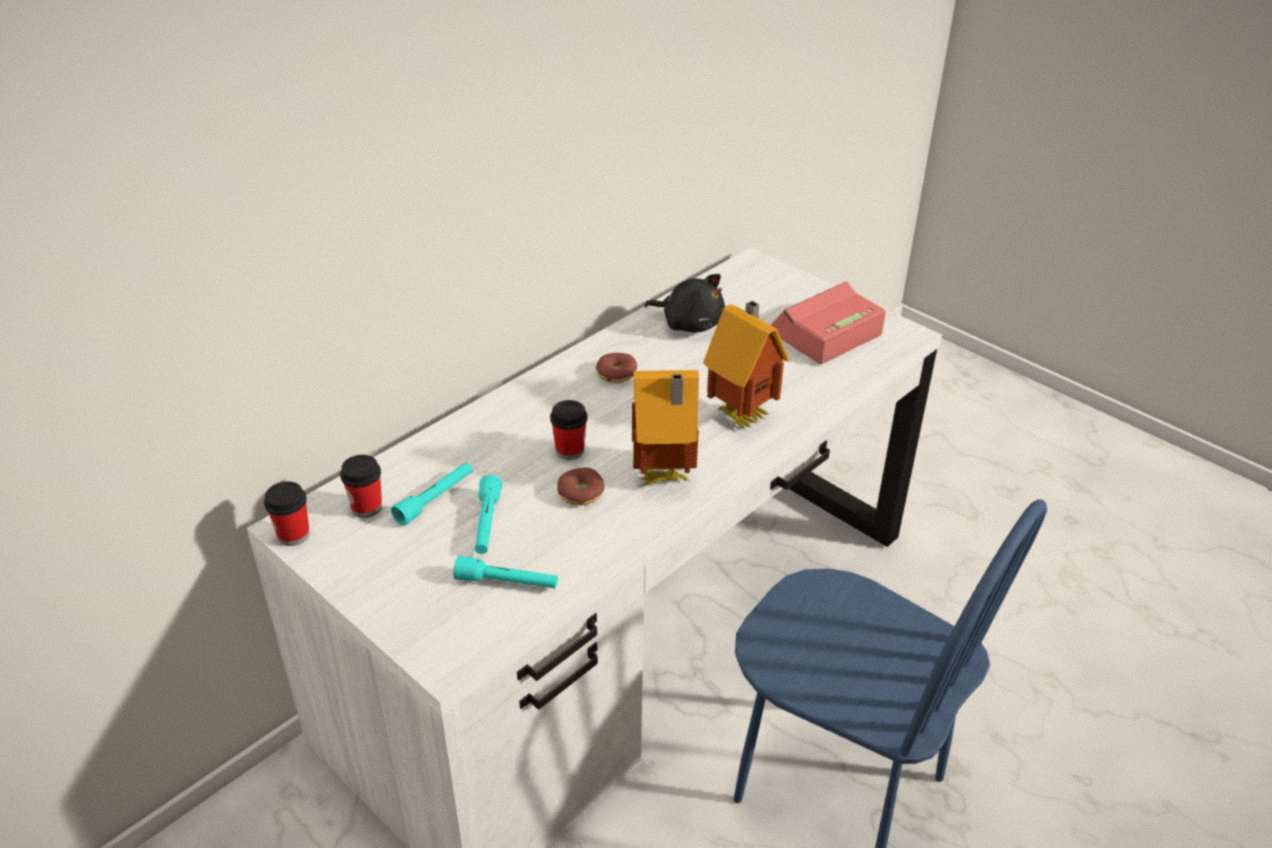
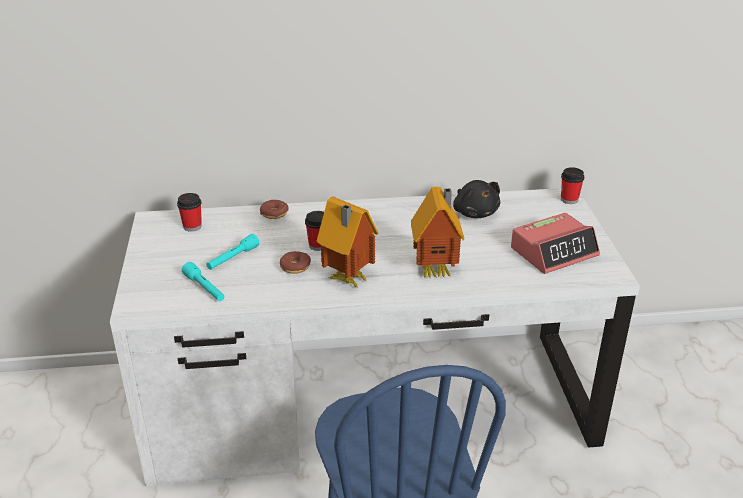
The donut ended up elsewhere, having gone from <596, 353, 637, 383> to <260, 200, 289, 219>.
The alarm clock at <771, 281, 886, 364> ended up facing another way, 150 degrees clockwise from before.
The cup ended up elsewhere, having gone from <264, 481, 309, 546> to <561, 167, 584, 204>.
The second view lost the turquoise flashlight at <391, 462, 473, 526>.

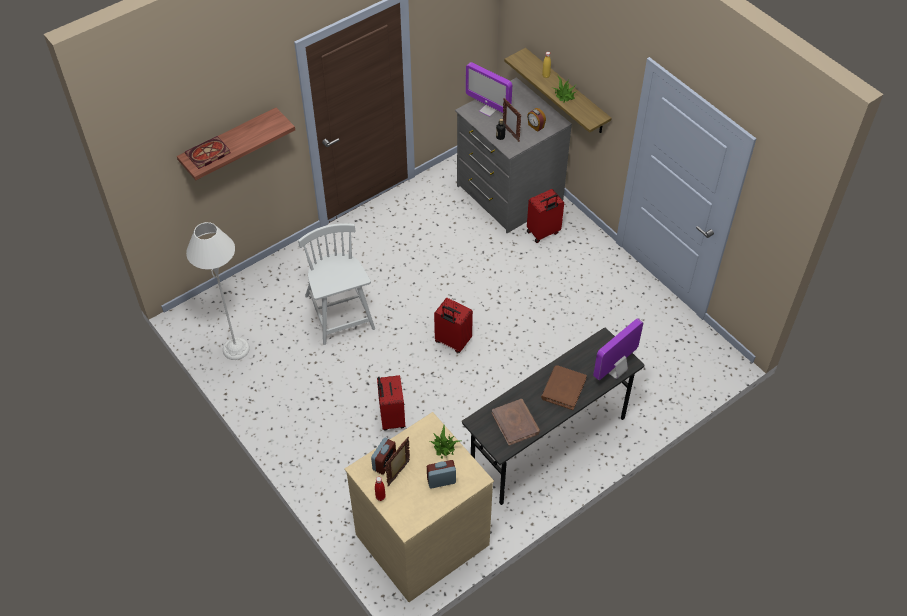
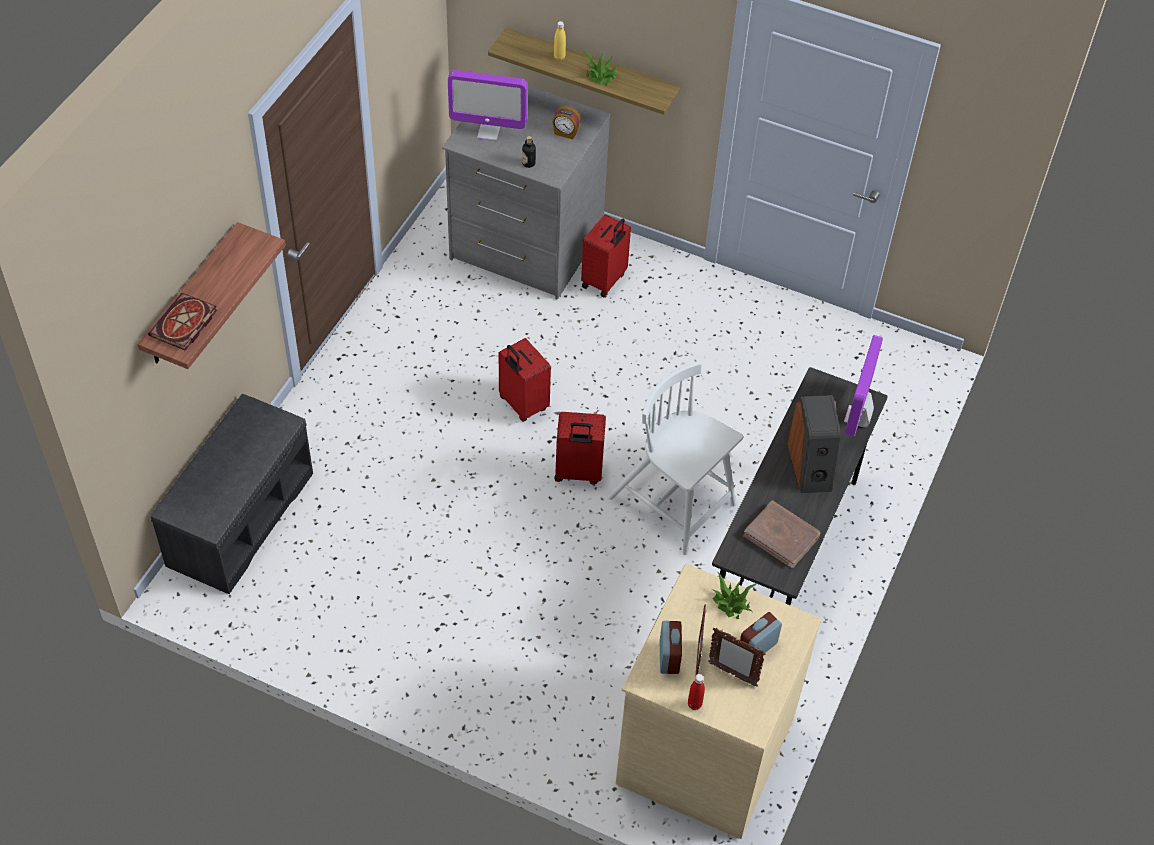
The second view gained the grey bench at <150, 394, 313, 594>.
The red suitcase ended up elsewhere, having gone from <377, 375, 405, 430> to <499, 338, 551, 422>.
The white chair ended up elsewhere, having gone from <298, 223, 375, 345> to <608, 362, 743, 555>.
The picture frame ended up elsewhere, having gone from <503, 98, 521, 142> to <708, 628, 766, 687>.
Where the brown book stood at <541, 365, 587, 410>, the speaker came to stand at <787, 395, 841, 493>.
The second view lost the white floor lamp at <186, 222, 250, 360>.

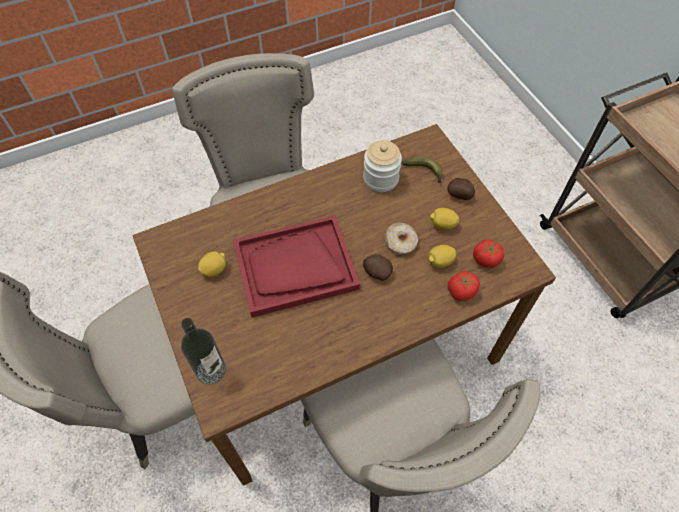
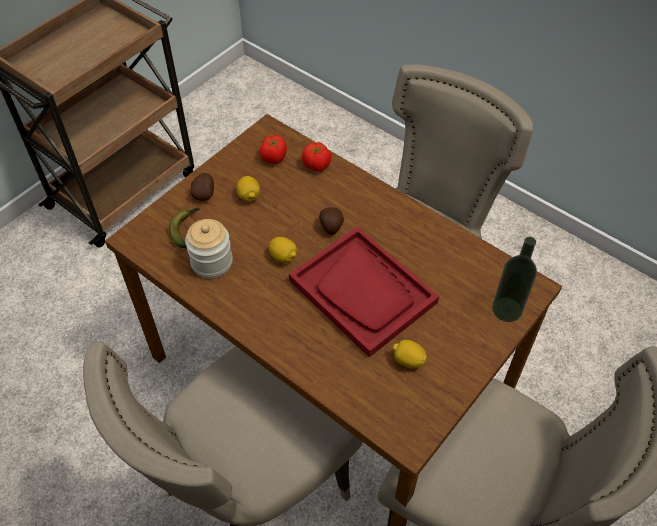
The lemon ended up elsewhere, having gone from <428, 245, 456, 268> to <269, 237, 297, 263>.
The second view lost the donut at <385, 222, 418, 255>.

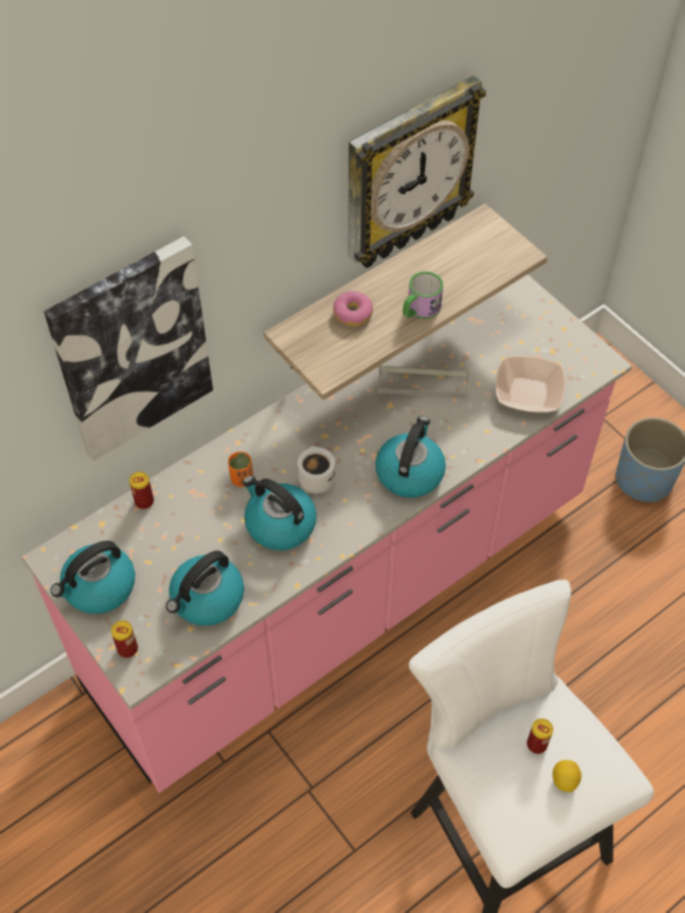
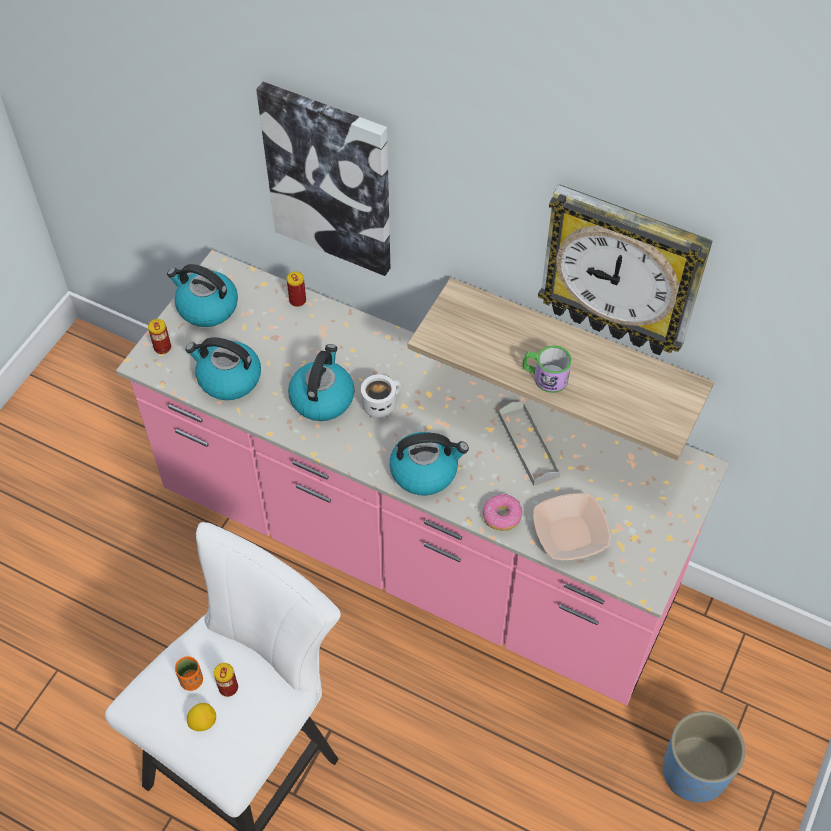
The orange cup ended up elsewhere, having gone from <228, 451, 253, 487> to <175, 656, 203, 691>.
The donut ended up elsewhere, having gone from <333, 291, 373, 327> to <482, 494, 522, 531>.

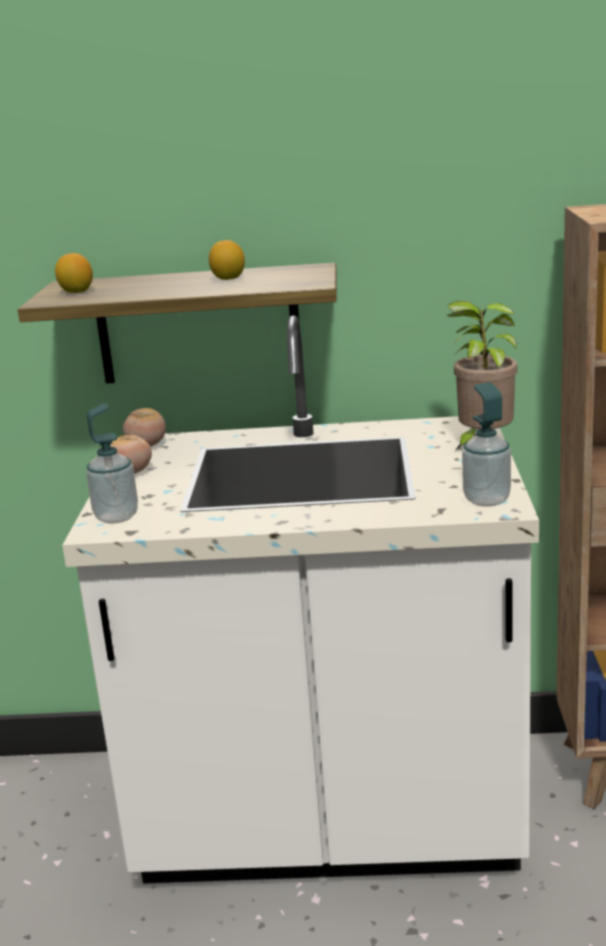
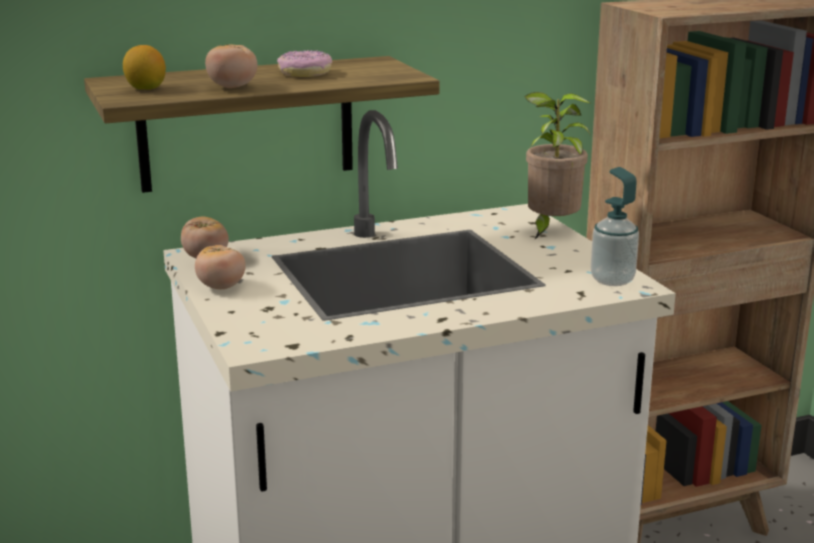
The second view gained the tomato at <205, 44, 258, 88>.
Where the lemon stood at <209, 240, 245, 280>, the donut came to stand at <277, 50, 332, 77>.
The second view lost the soap dispenser at <86, 403, 138, 524>.

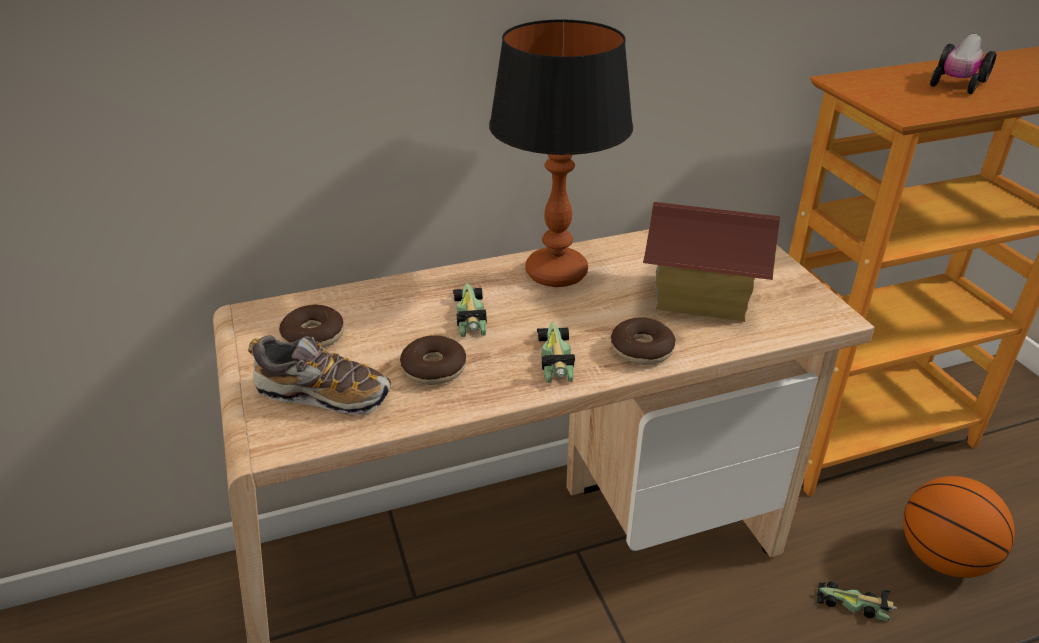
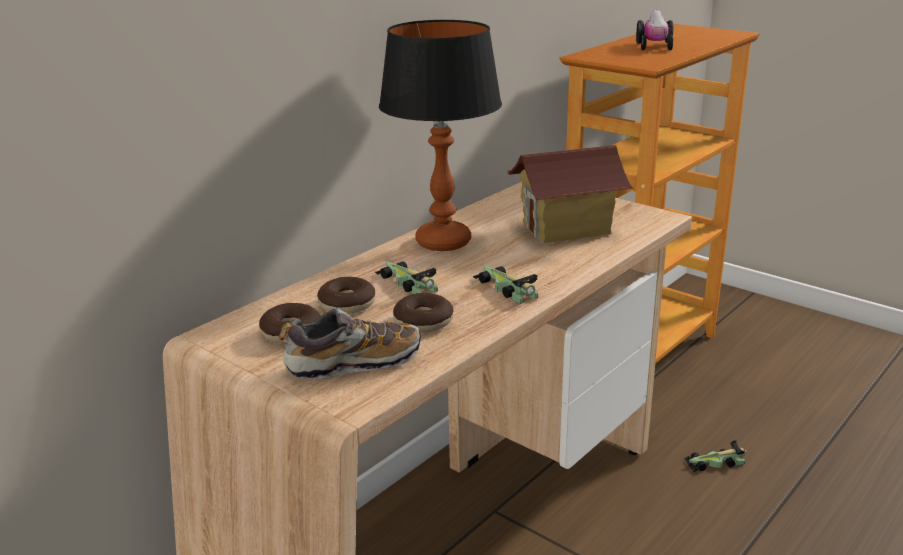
The donut ended up elsewhere, having gone from <611, 318, 676, 365> to <317, 277, 375, 314>.
The second view lost the basketball at <903, 476, 1015, 578>.

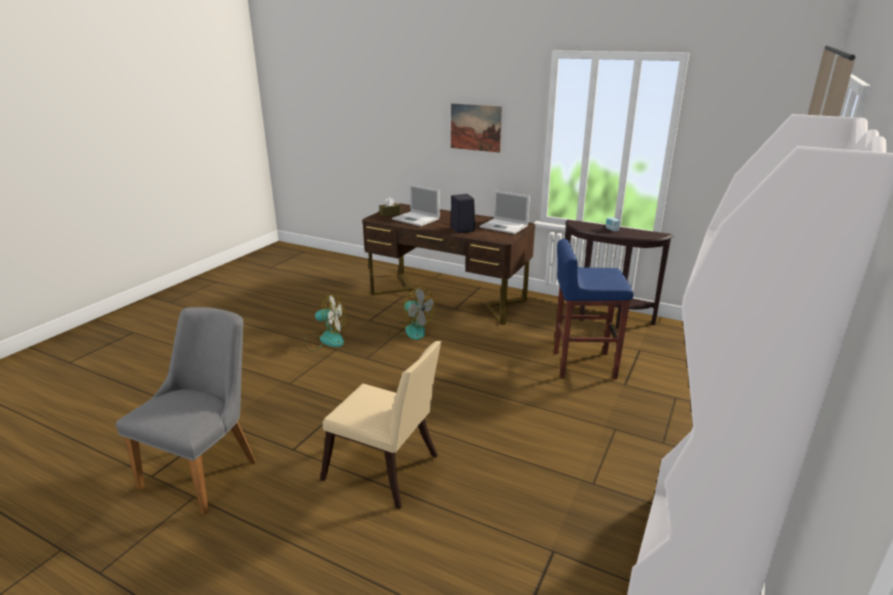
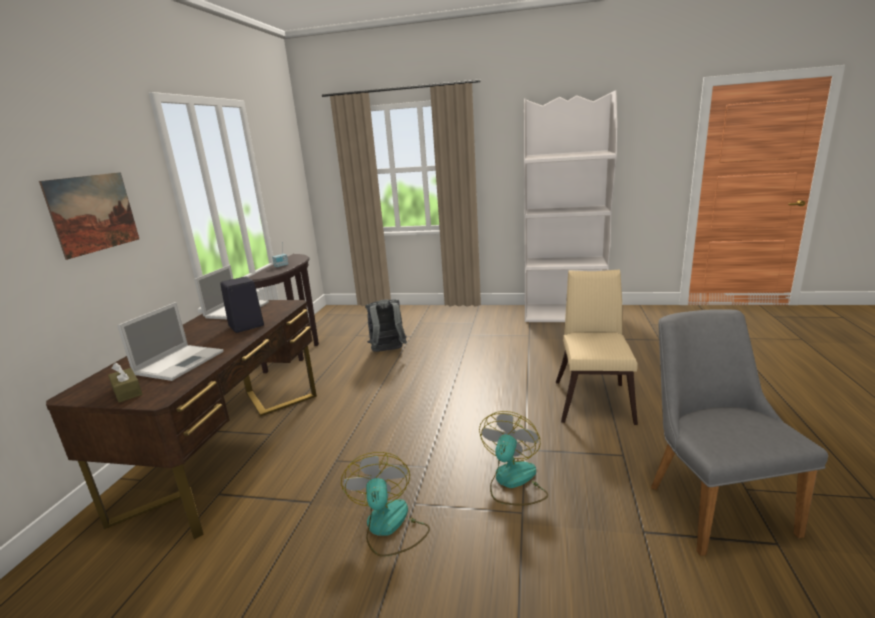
Where the blue stool stood at <554, 239, 634, 379>, the grey backpack came to stand at <365, 299, 407, 352>.
The fan ended up elsewhere, having gone from <388, 287, 435, 340> to <479, 411, 548, 506>.
The grey chair at <116, 307, 256, 515> ended up facing another way, 75 degrees clockwise from before.

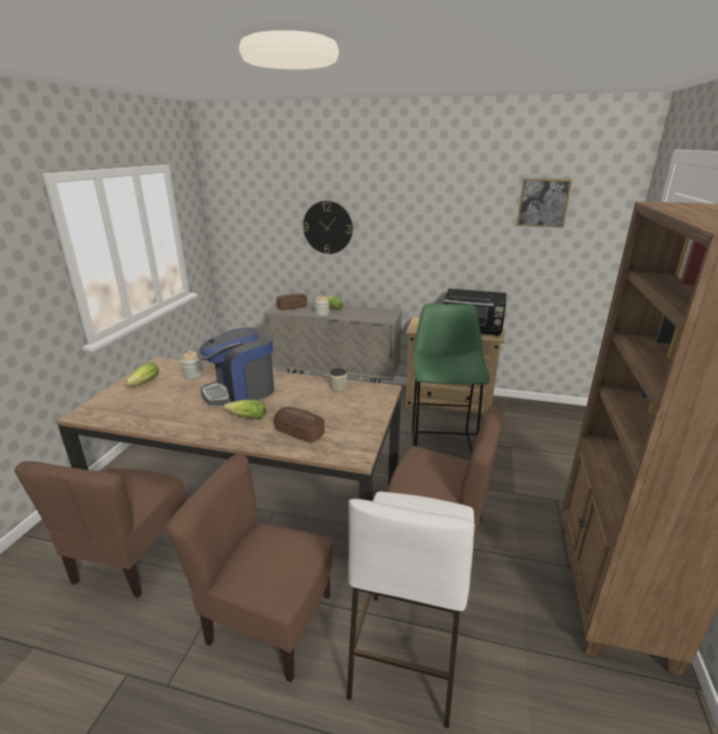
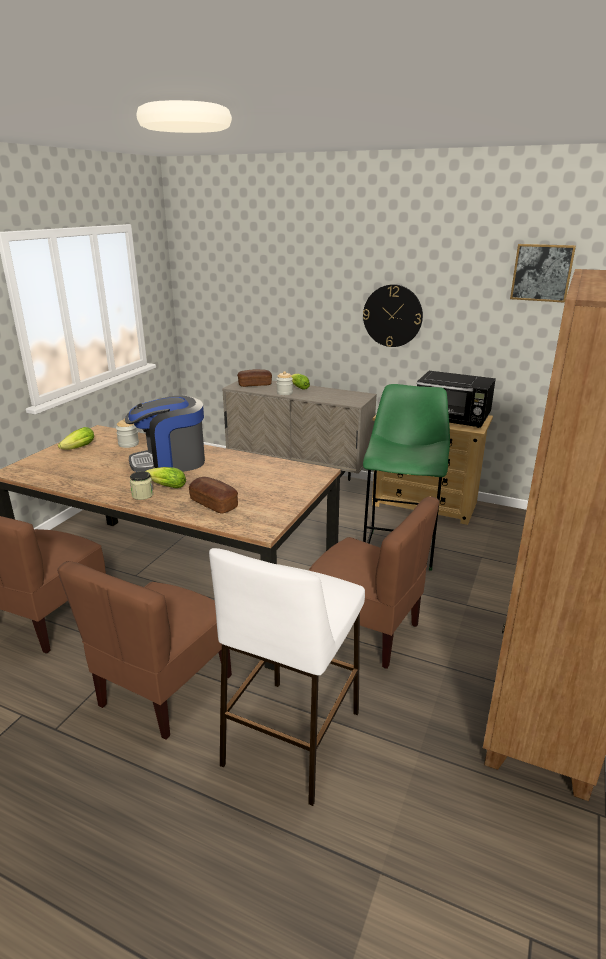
The brown chair at <166, 454, 332, 682> ended up facing another way, 90 degrees counterclockwise from before.
The jar ended up elsewhere, having gone from <329, 367, 347, 392> to <130, 471, 153, 500>.
The wall clock ended up elsewhere, having gone from <303, 201, 353, 254> to <363, 284, 423, 347>.

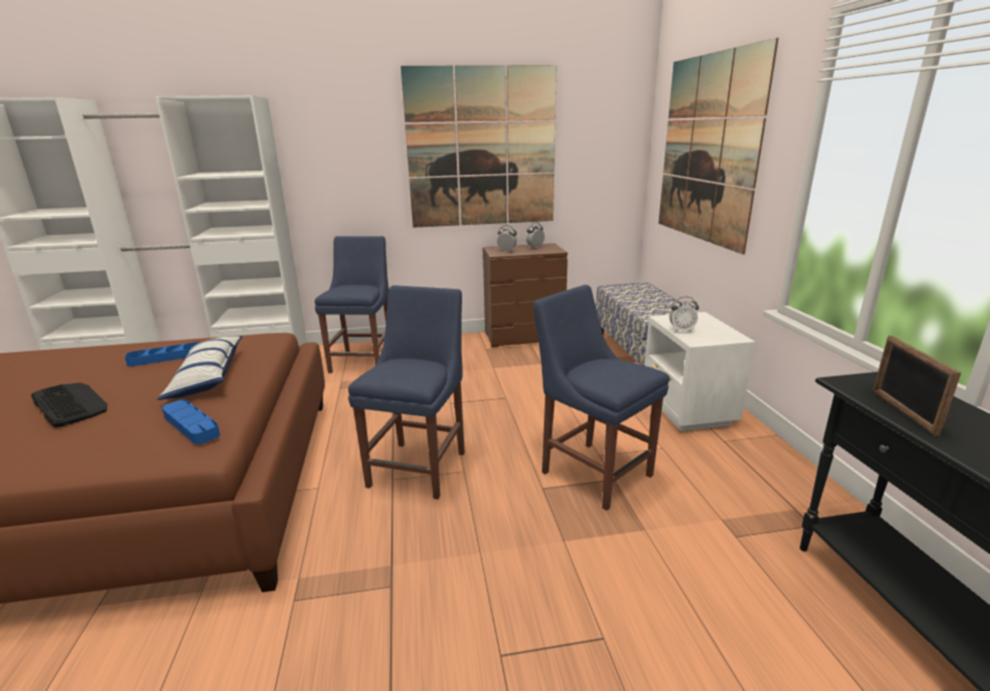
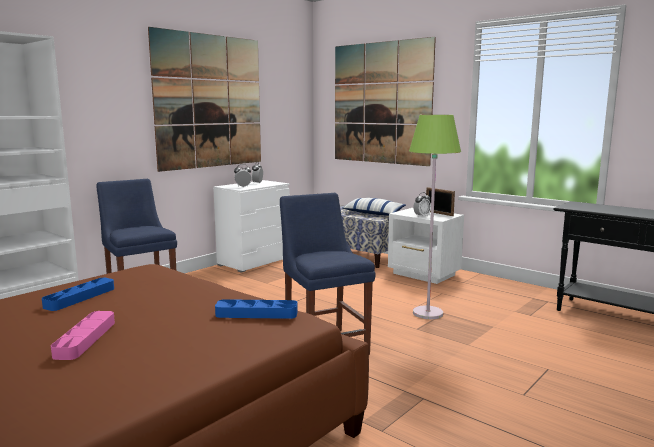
Where the keyboard stood at <31, 383, 107, 428>, the pink tray came to stand at <51, 311, 115, 360>.
What was the brown dresser at <483, 243, 568, 348> turned into the white dresser at <213, 180, 290, 273>.
The pillow ended up elsewhere, having gone from <157, 336, 242, 400> to <342, 198, 406, 216>.
Where the blue chair stood at <533, 285, 669, 511>, the green floor lamp came to stand at <409, 115, 461, 319>.
The picture frame ended up elsewhere, having gone from <873, 336, 961, 436> to <426, 187, 455, 216>.

